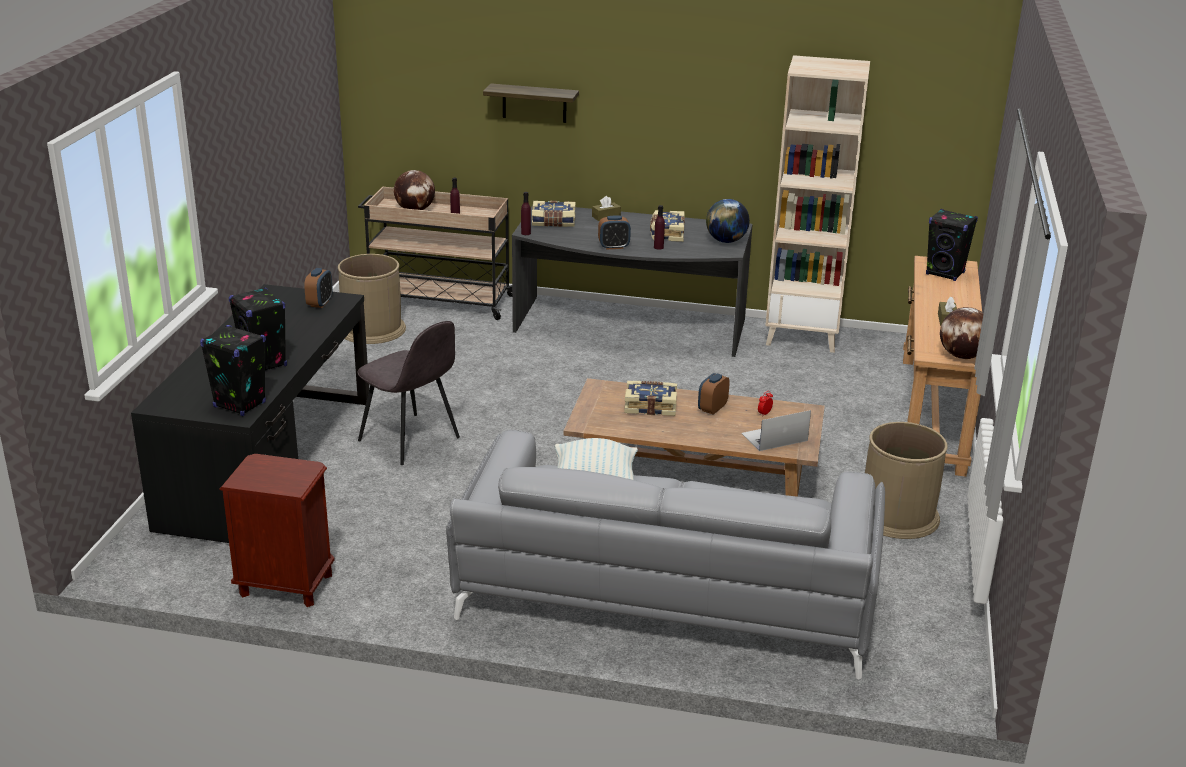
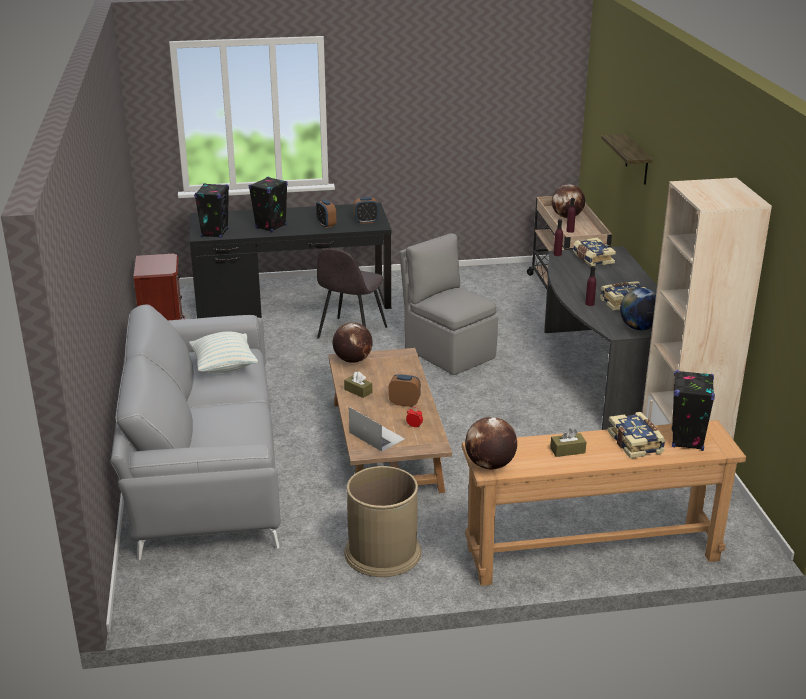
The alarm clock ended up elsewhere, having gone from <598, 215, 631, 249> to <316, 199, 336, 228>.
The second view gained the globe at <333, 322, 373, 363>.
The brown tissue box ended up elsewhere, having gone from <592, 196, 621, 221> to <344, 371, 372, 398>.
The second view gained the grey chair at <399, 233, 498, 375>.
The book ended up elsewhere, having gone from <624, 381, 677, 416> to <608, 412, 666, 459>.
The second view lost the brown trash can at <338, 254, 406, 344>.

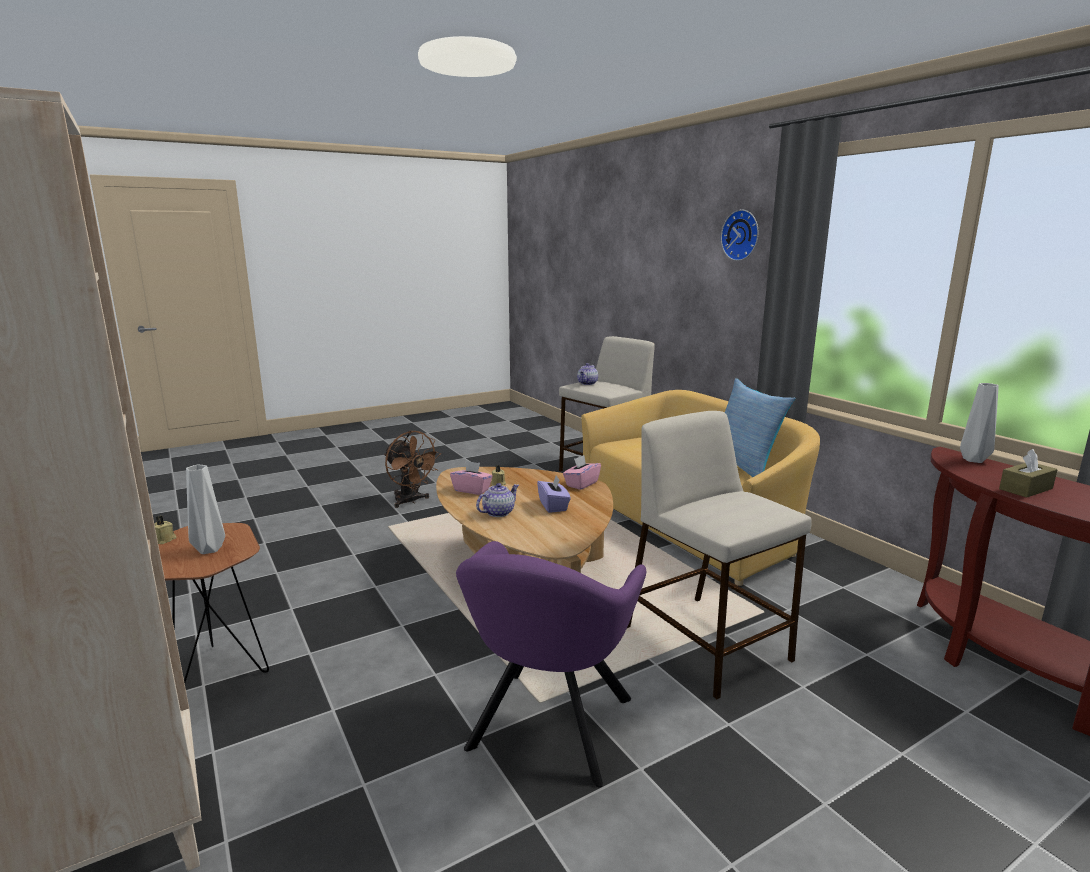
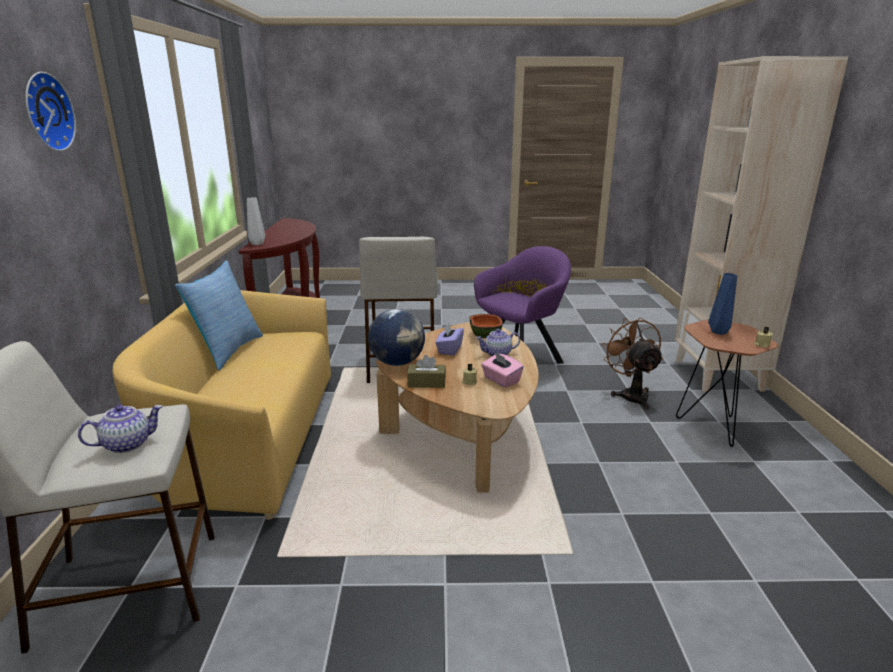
Where the pink tissue box stood at <563, 455, 601, 490>, the globe came to stand at <368, 309, 425, 366>.
The brown tissue box ended up elsewhere, having gone from <999, 449, 1058, 498> to <407, 355, 446, 388>.
The second view gained the bowl at <469, 314, 503, 338>.
The brown fan ended up elsewhere, having gone from <384, 431, 441, 508> to <602, 317, 664, 410>.
What was the grey vase at <186, 465, 225, 554> turned into the blue vase at <708, 273, 737, 335>.

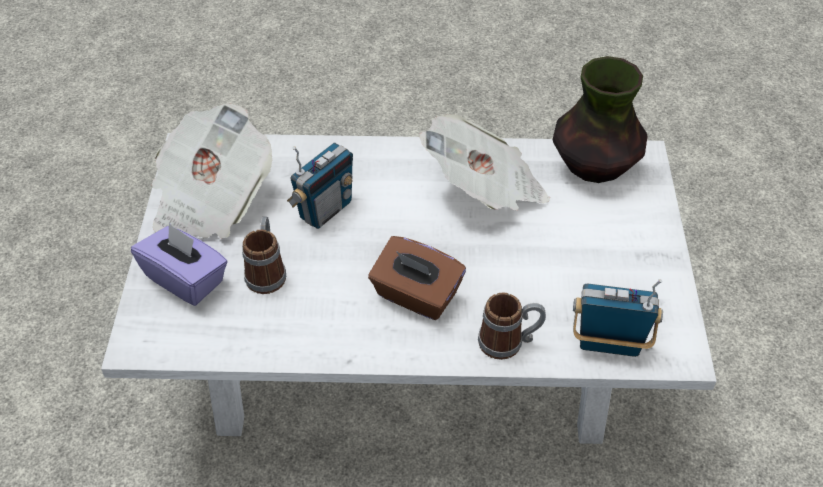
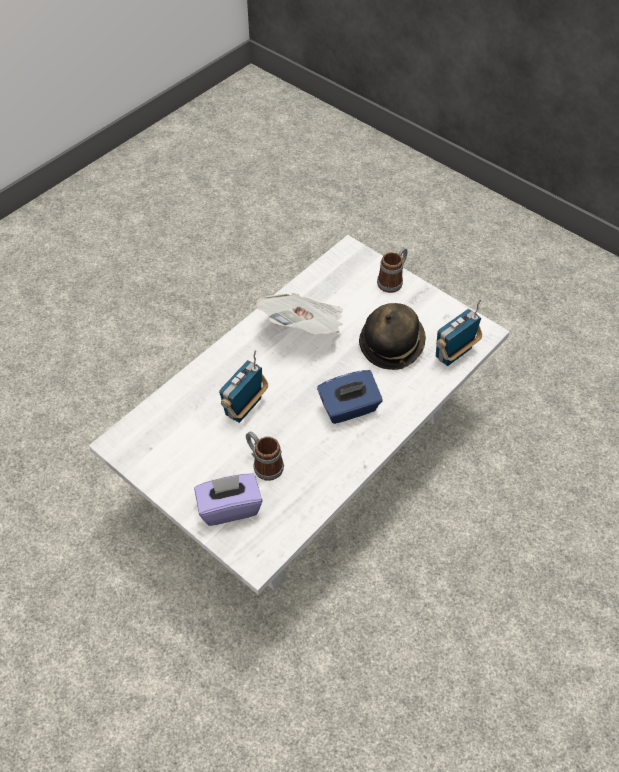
The radio at <287, 142, 353, 229> ended up facing another way, 135 degrees counterclockwise from before.
What was the brown tissue box at <368, 236, 466, 320> turned into the blue tissue box at <317, 370, 383, 424>.
The second view gained the hat at <359, 303, 426, 370>.
The mug ended up elsewhere, having gone from <478, 292, 546, 360> to <377, 247, 407, 293>.
The second view lost the newspaper at <152, 103, 273, 239>.
The second view lost the vase at <553, 56, 647, 183>.

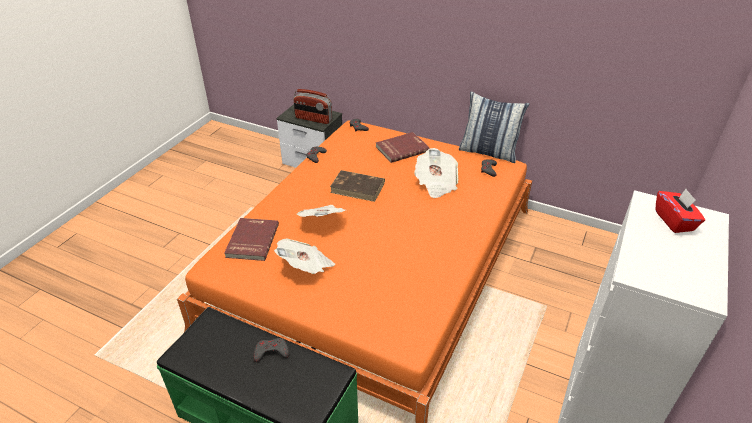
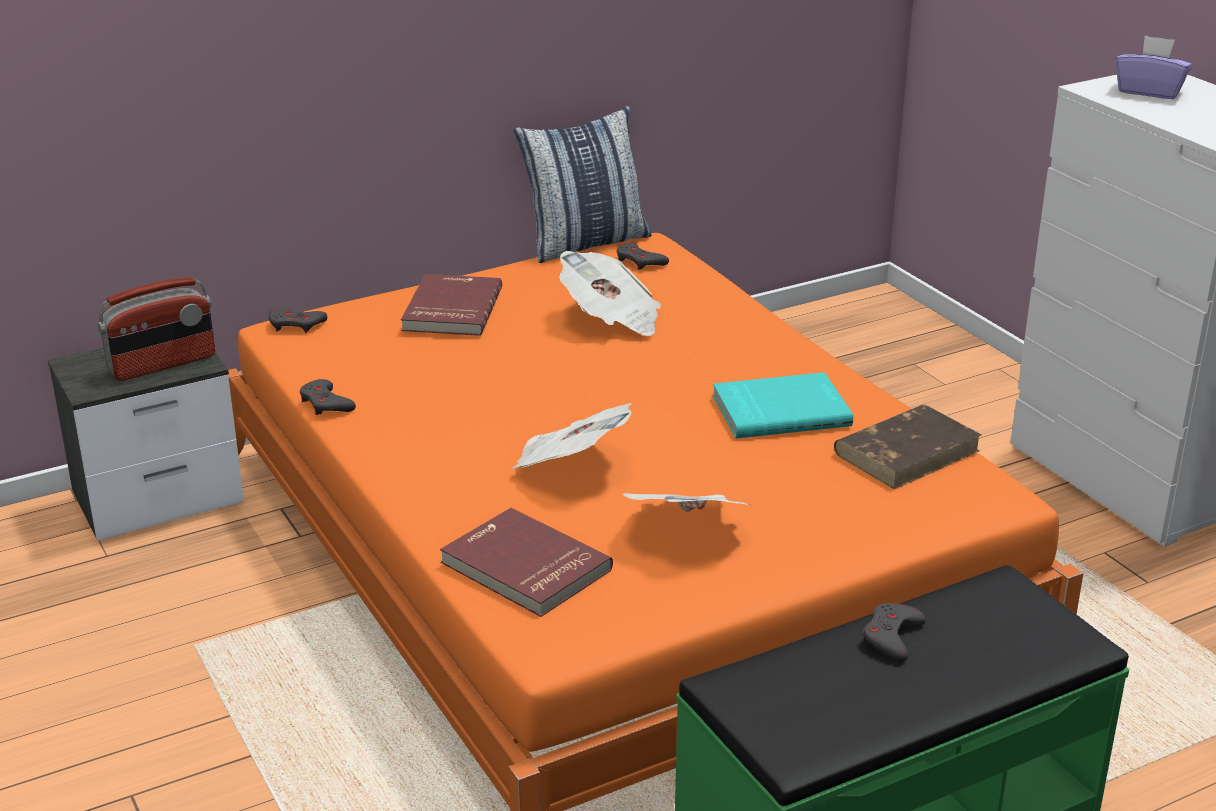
The second view gained the turquoise book at <713, 372, 853, 438>.
The brown book ended up elsewhere, having gone from <330, 170, 385, 202> to <834, 404, 982, 489>.
What was the red tissue box at <655, 189, 705, 233> turned into the purple tissue box at <1116, 35, 1192, 99>.

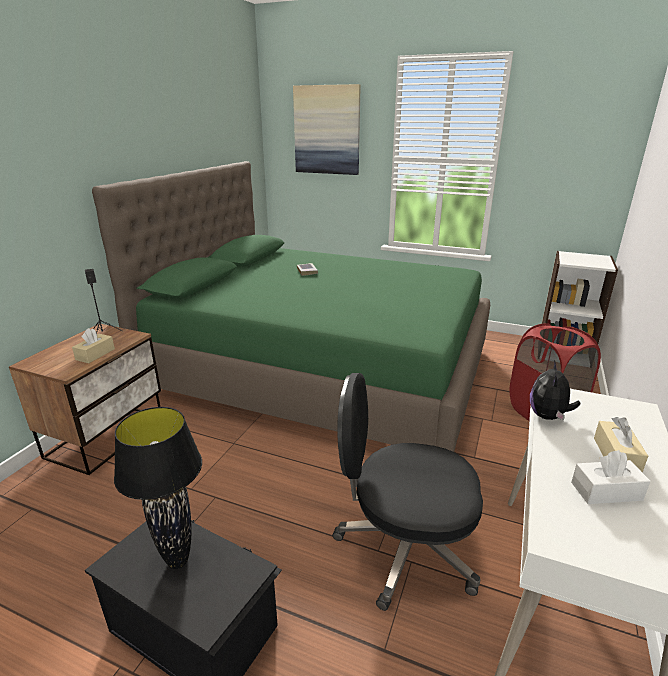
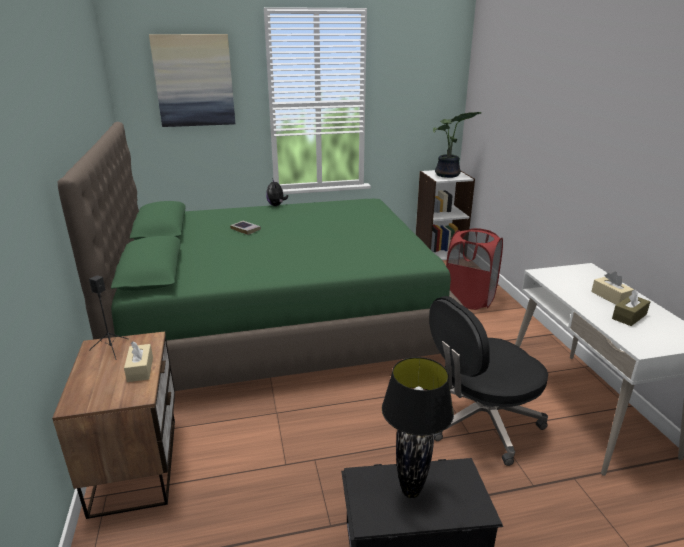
The plush toy ended up elsewhere, having gone from <530, 360, 581, 421> to <266, 178, 288, 206>.
The second view gained the potted plant at <433, 112, 481, 178>.
What was the white tissue box at <571, 450, 651, 504> turned into the brown tissue box at <612, 289, 650, 326>.

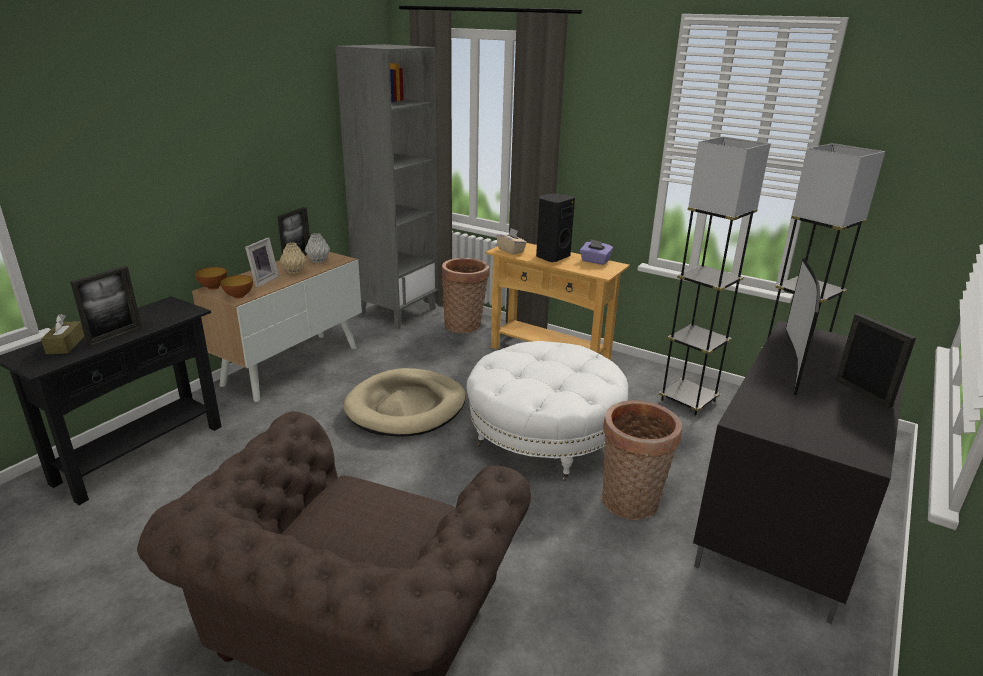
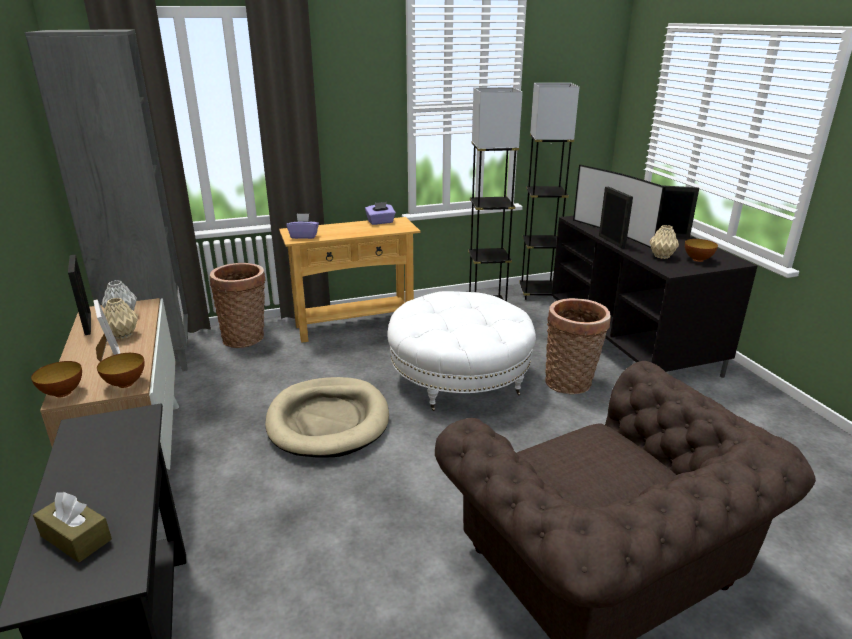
What was the beige tissue box at <496, 228, 527, 255> turned into the purple tissue box at <286, 214, 319, 239>.
The picture frame ended up elsewhere, having gone from <70, 266, 142, 347> to <599, 187, 633, 249>.
The second view gained the beige vase at <649, 225, 679, 259>.
The second view gained the bowl at <685, 239, 718, 262>.
The second view lost the black speaker at <536, 193, 575, 262>.

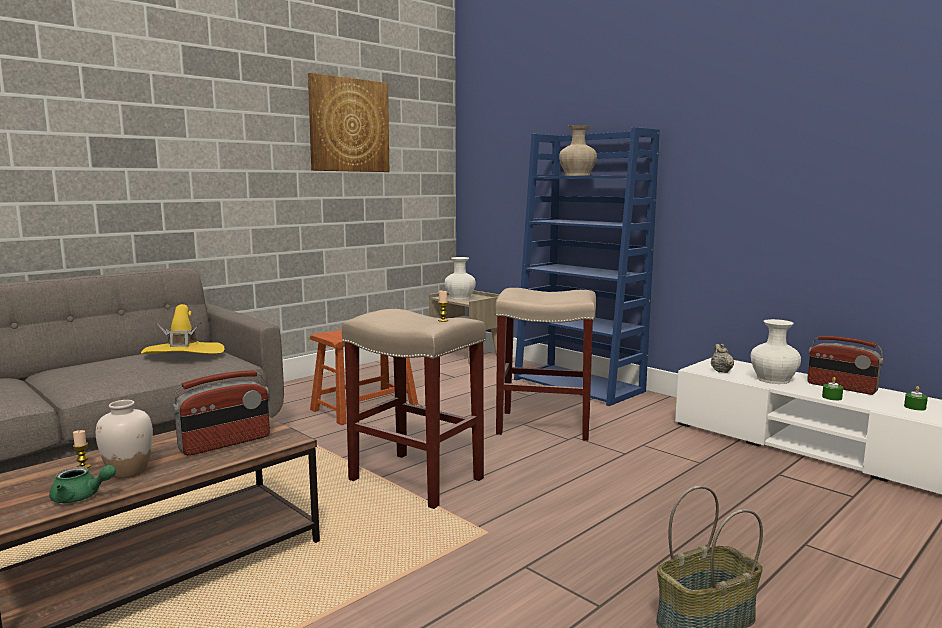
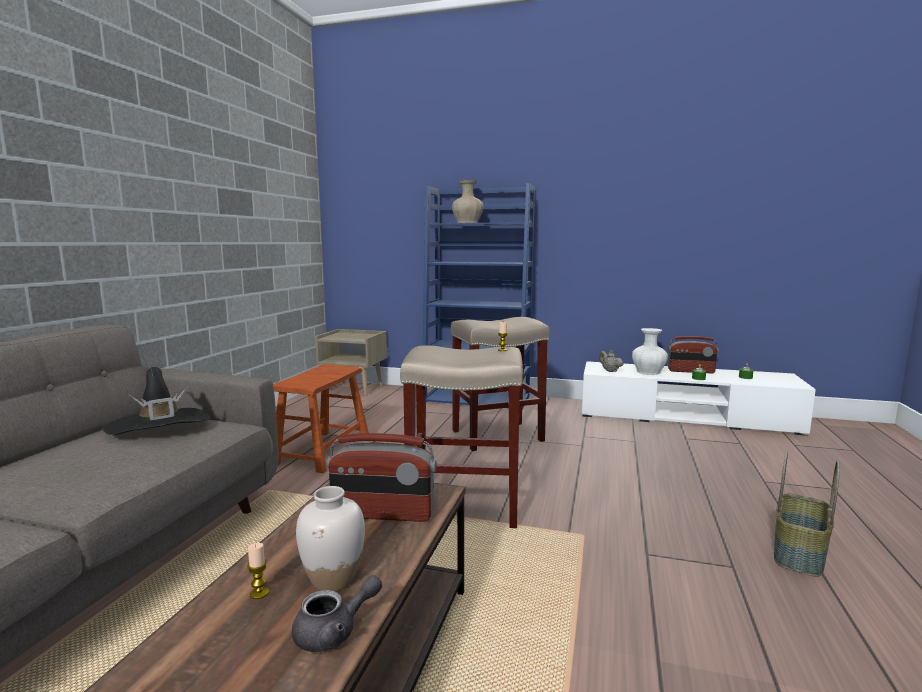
What was the yellow hat at <141, 304, 224, 354> turned into the black hat at <103, 367, 210, 435>.
What was the green teapot at <49, 465, 116, 503> turned into the grey teapot at <292, 575, 382, 652>.
The radio at <172, 370, 270, 456> ended up facing another way, 75 degrees clockwise from before.
The second view lost the picture at <308, 73, 389, 172>.
The second view lost the white vase at <445, 257, 476, 300>.

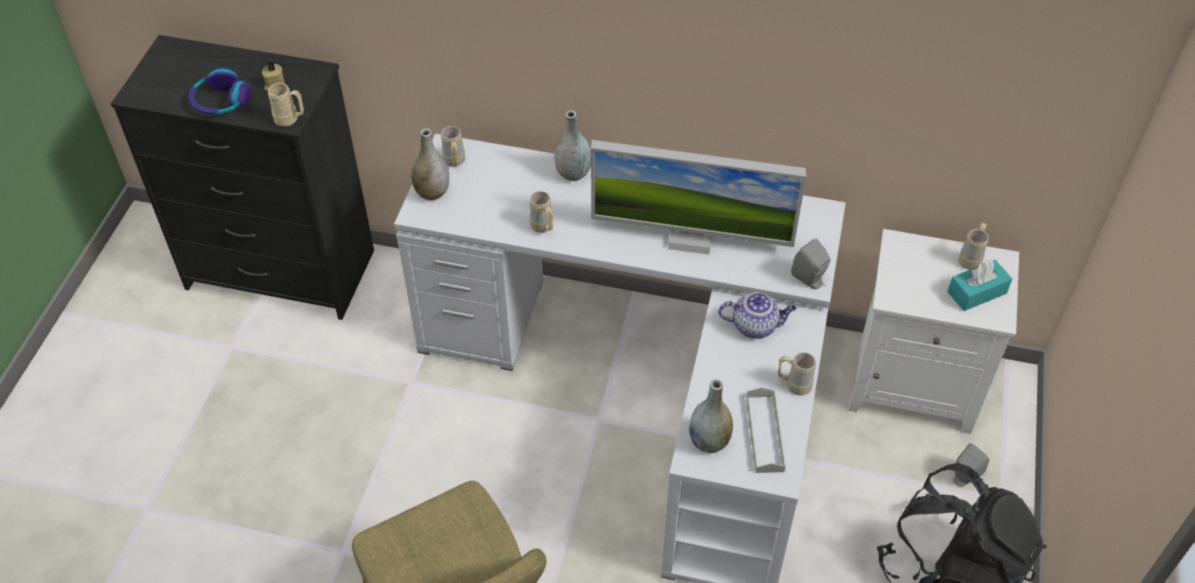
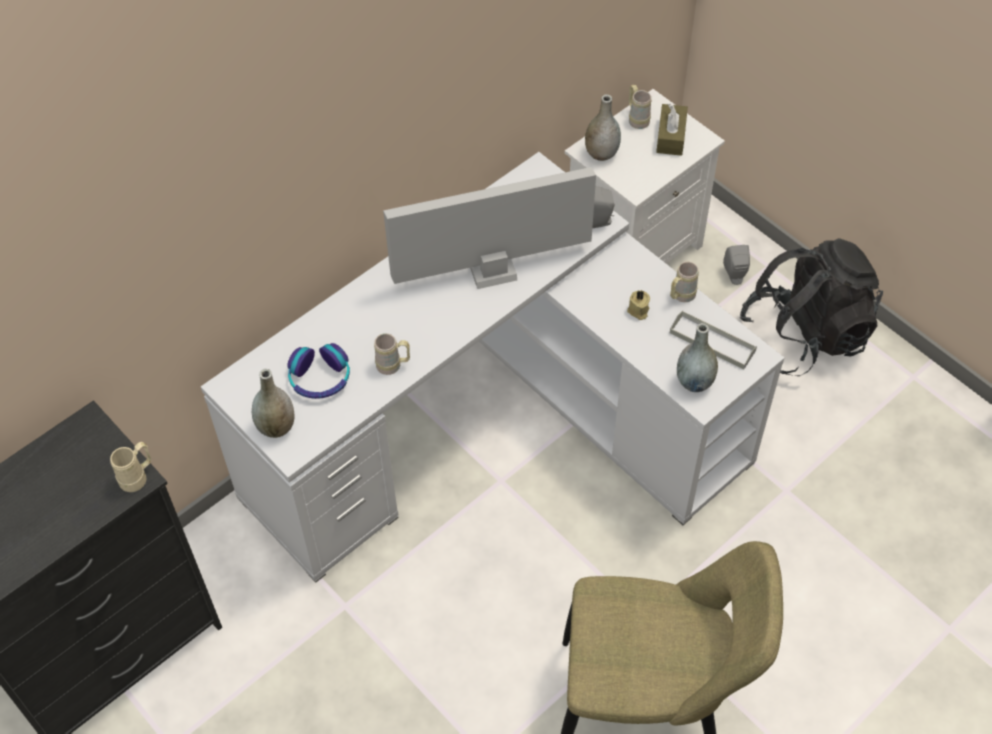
The headphones ended up elsewhere, having gone from <189, 67, 252, 115> to <287, 343, 350, 399>.
The monitor at <591, 140, 806, 255> ended up facing another way, 150 degrees counterclockwise from before.
The grey vase ended up elsewhere, having gone from <554, 110, 591, 181> to <585, 95, 621, 161>.
The beige candle ended up elsewhere, having gone from <262, 61, 285, 91> to <627, 290, 650, 320>.
What was the turquoise tissue box at <947, 260, 1012, 311> turned into the brown tissue box at <656, 104, 688, 156>.
The second view lost the beige mug at <441, 126, 465, 167>.
The second view lost the teapot at <718, 292, 797, 339>.

